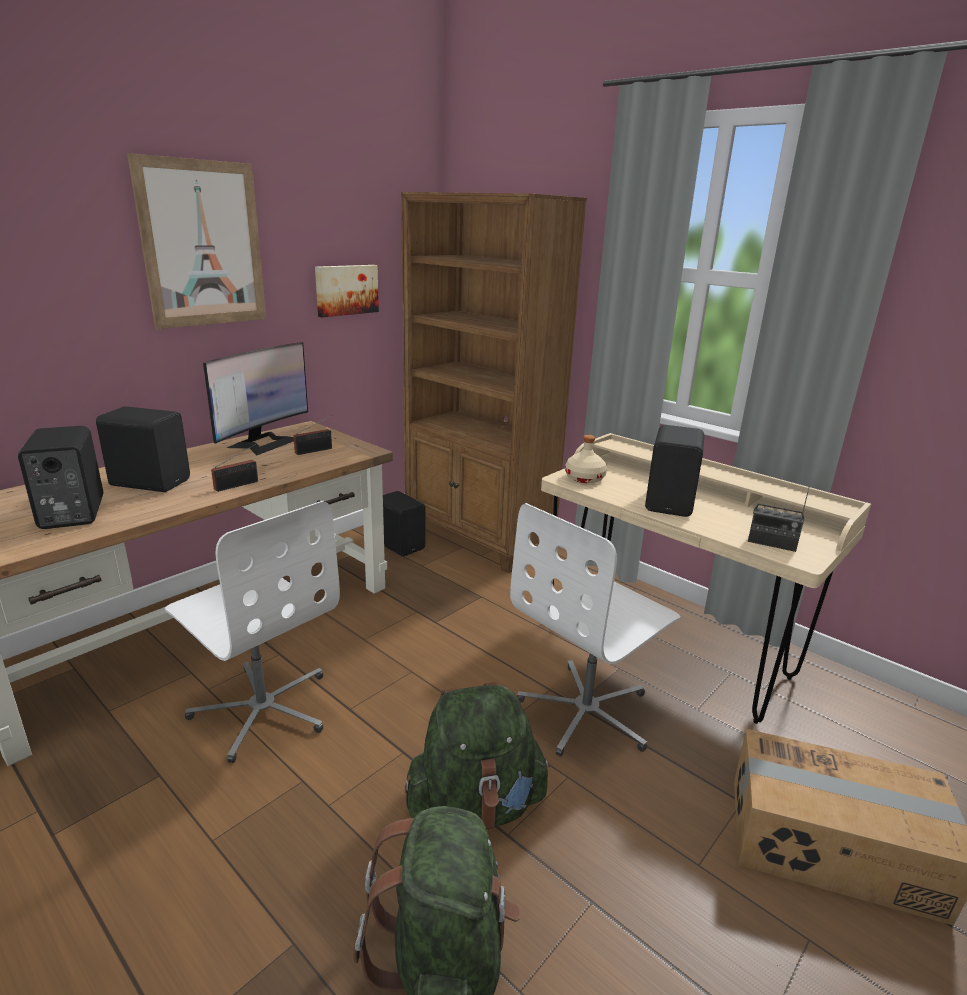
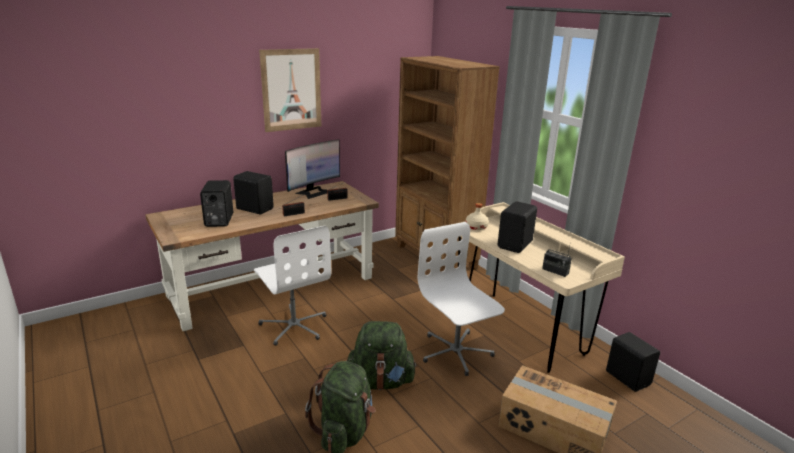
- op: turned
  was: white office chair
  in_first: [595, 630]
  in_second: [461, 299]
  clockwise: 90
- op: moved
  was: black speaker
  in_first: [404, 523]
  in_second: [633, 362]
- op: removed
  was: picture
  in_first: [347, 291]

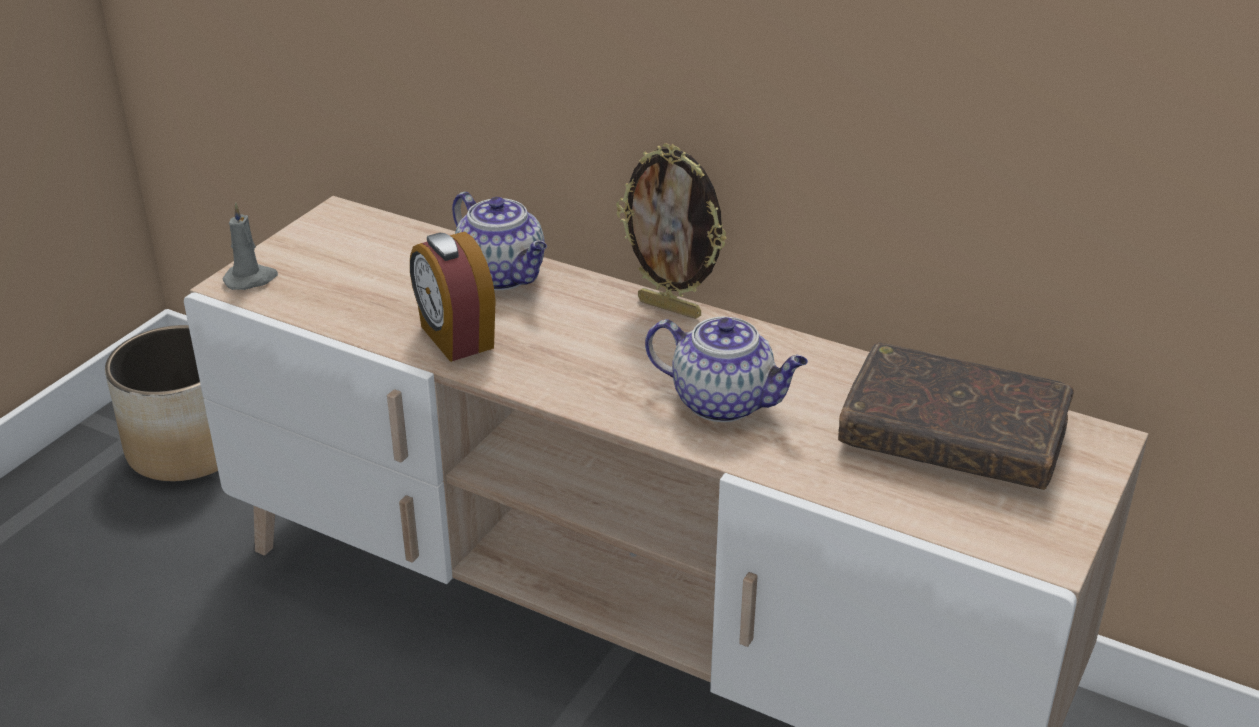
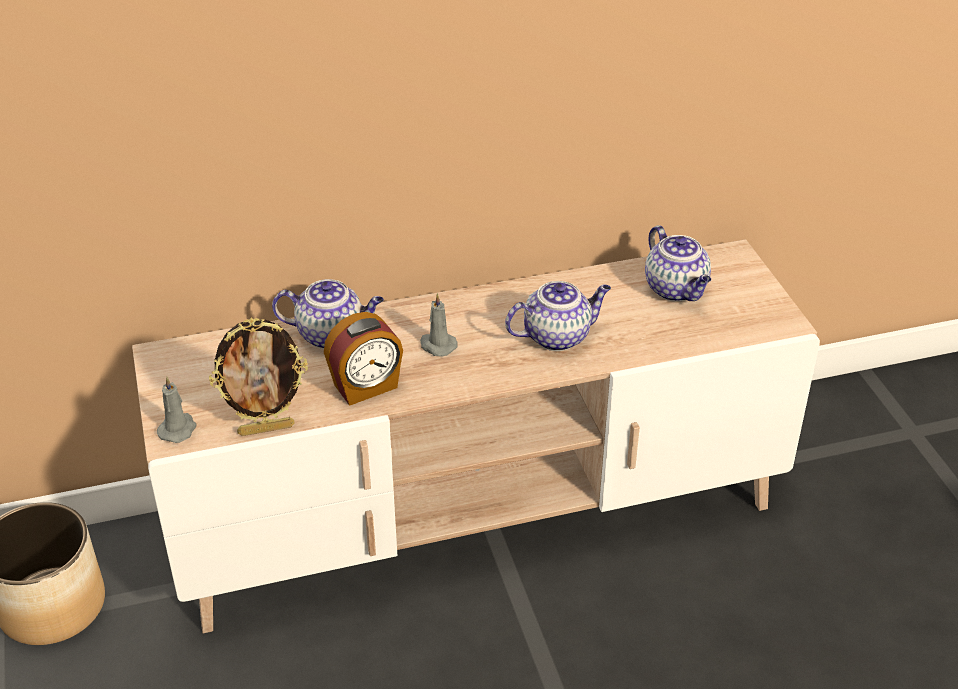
- op: moved
  was: picture frame
  in_first: [671, 231]
  in_second: [258, 377]
- op: turned
  was: alarm clock
  in_first: [453, 296]
  in_second: [363, 359]
  clockwise: -45
- op: added
  now: grey candle
  in_second: [439, 324]
- op: replaced
  was: brown book
  now: teapot
  in_first: [956, 416]
  in_second: [678, 263]

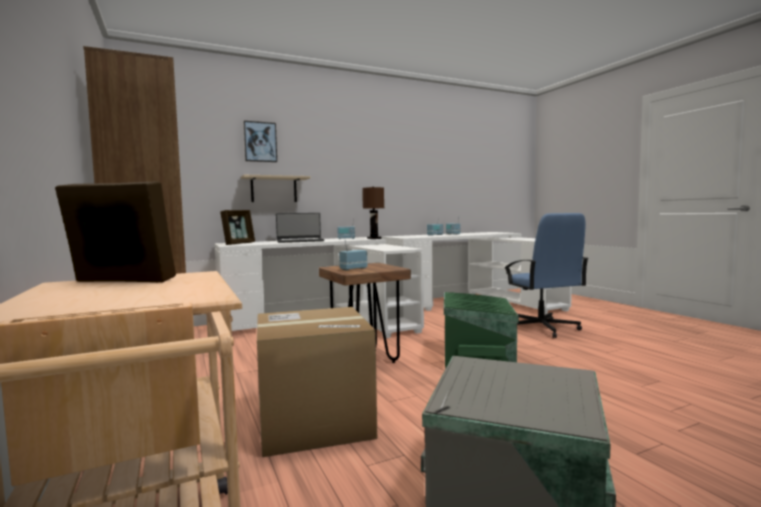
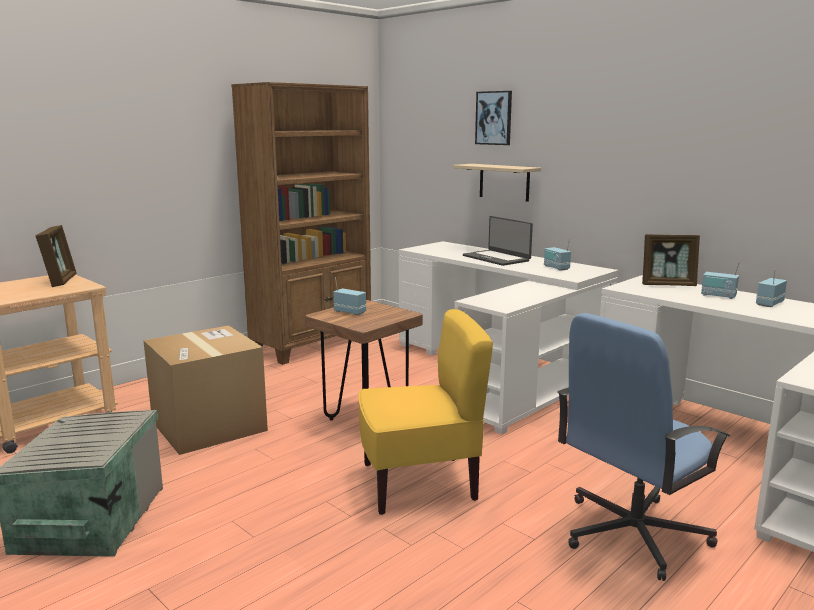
- op: replaced
  was: green storage box
  now: yellow chair
  in_first: [481, 330]
  in_second: [425, 412]
- op: moved
  was: picture frame
  in_first: [237, 227]
  in_second: [671, 260]
- op: removed
  was: brown table lamp
  in_first: [373, 213]

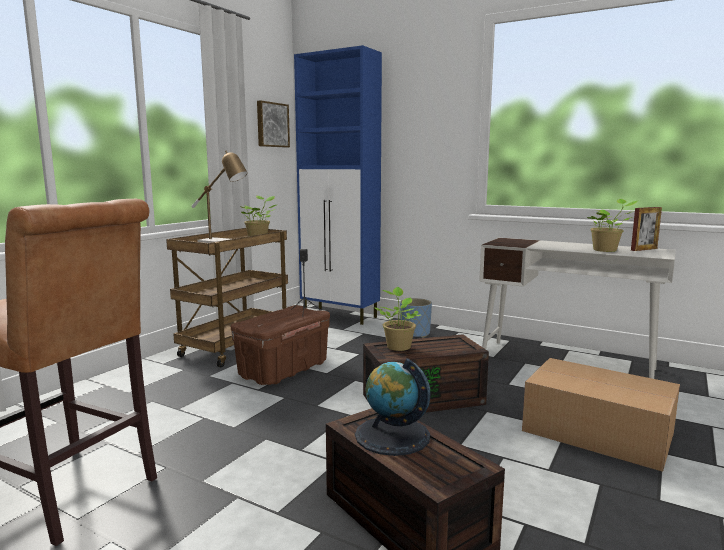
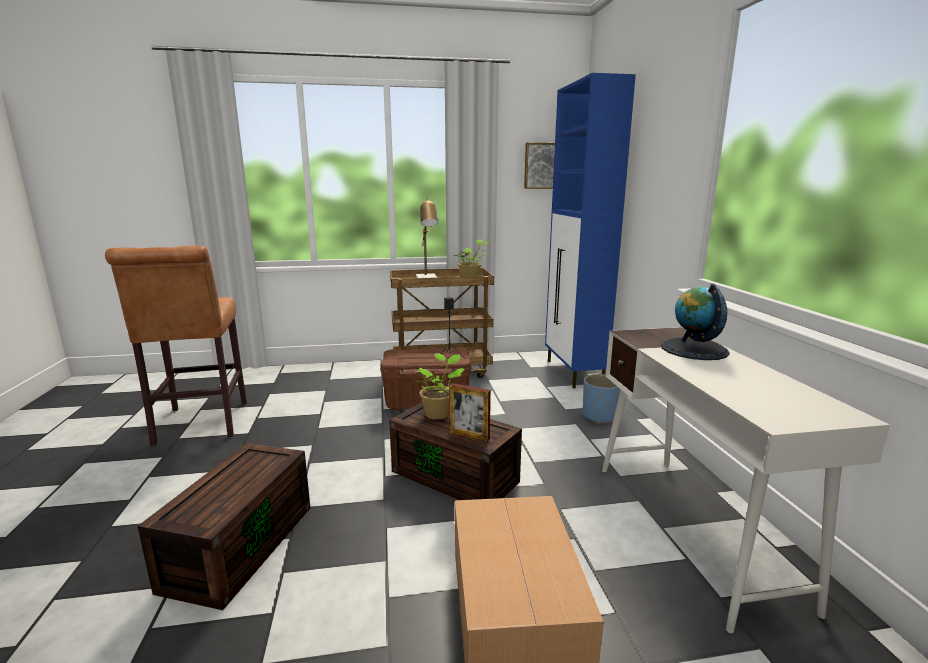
- op: moved
  was: picture frame
  in_first: [646, 229]
  in_second: [470, 412]
- op: moved
  was: globe
  in_first: [393, 407]
  in_second: [695, 322]
- op: removed
  was: potted plant
  in_first: [613, 225]

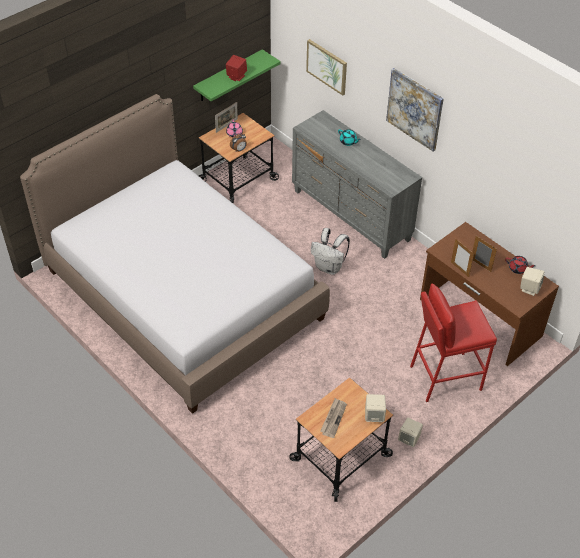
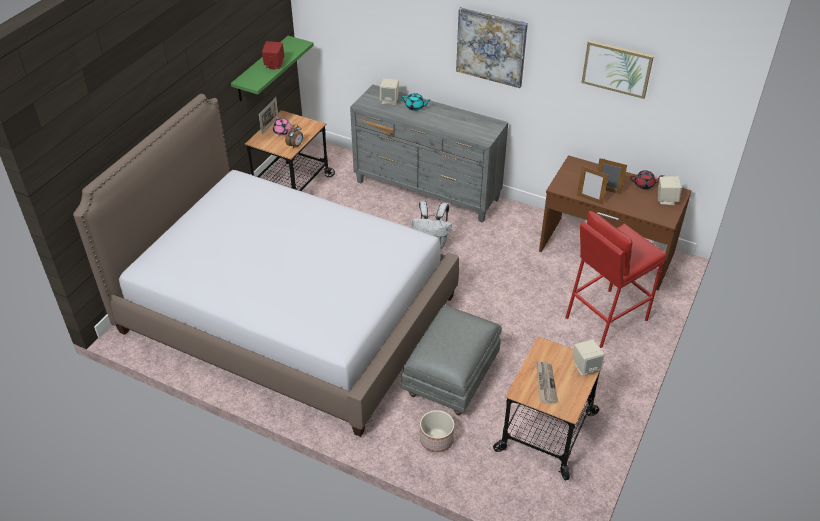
- op: moved
  was: beige speaker
  in_first: [410, 432]
  in_second: [389, 92]
- op: added
  now: grey ottoman
  in_second: [451, 360]
- op: added
  now: planter
  in_second: [437, 431]
- op: moved
  was: picture
  in_first: [326, 67]
  in_second: [618, 69]

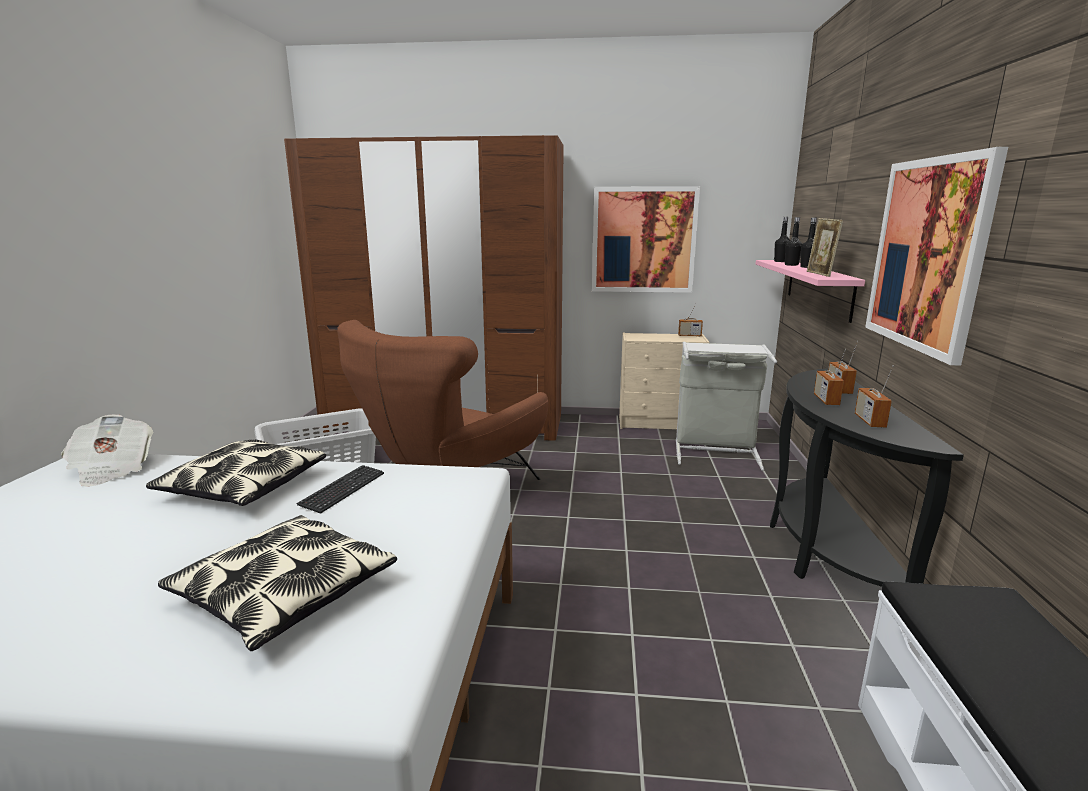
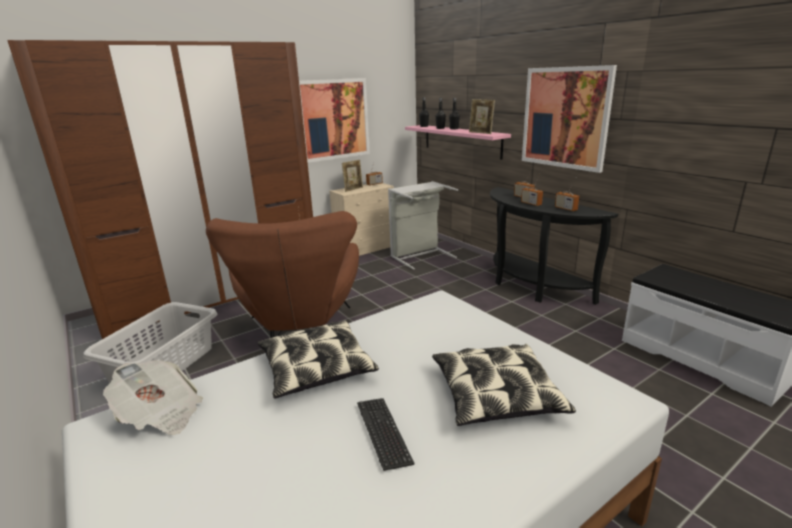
- op: added
  now: picture frame
  in_second: [352, 176]
- op: moved
  was: keyboard
  in_first: [340, 489]
  in_second: [385, 434]

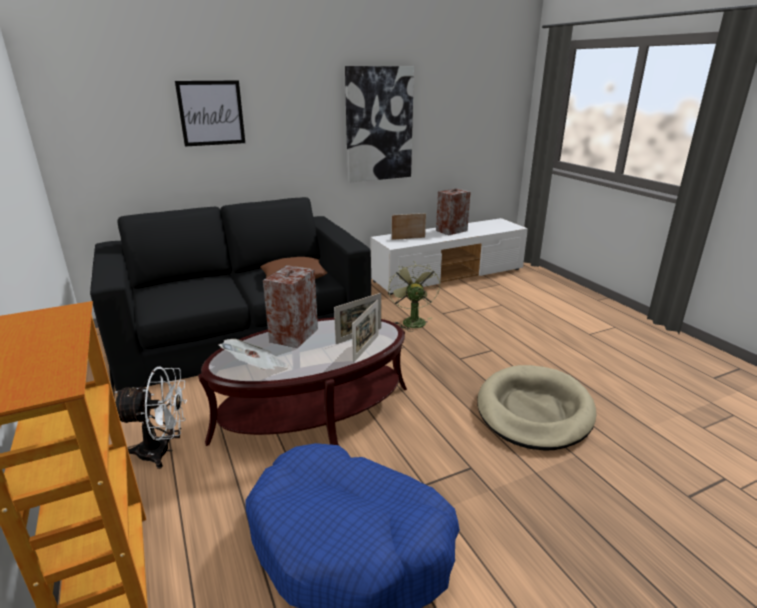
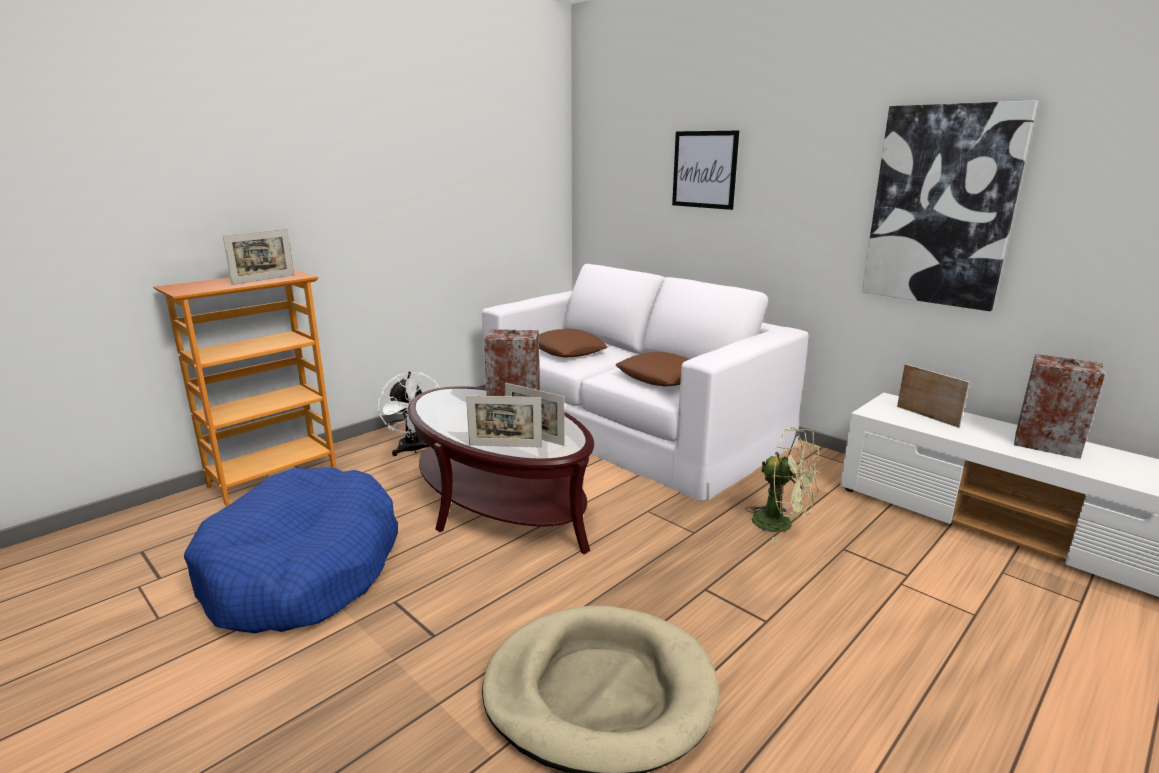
- op: added
  now: picture frame
  in_second: [258, 257]
- op: recoloured
  was: black sofa
  now: white sofa
  in_first: [230, 294]
  in_second: [645, 382]
- op: added
  now: brown pillow
  in_second: [573, 343]
- op: turned
  was: green fan
  in_first: [414, 296]
  in_second: [783, 484]
  clockwise: 60
- op: removed
  was: newspaper
  in_first: [253, 354]

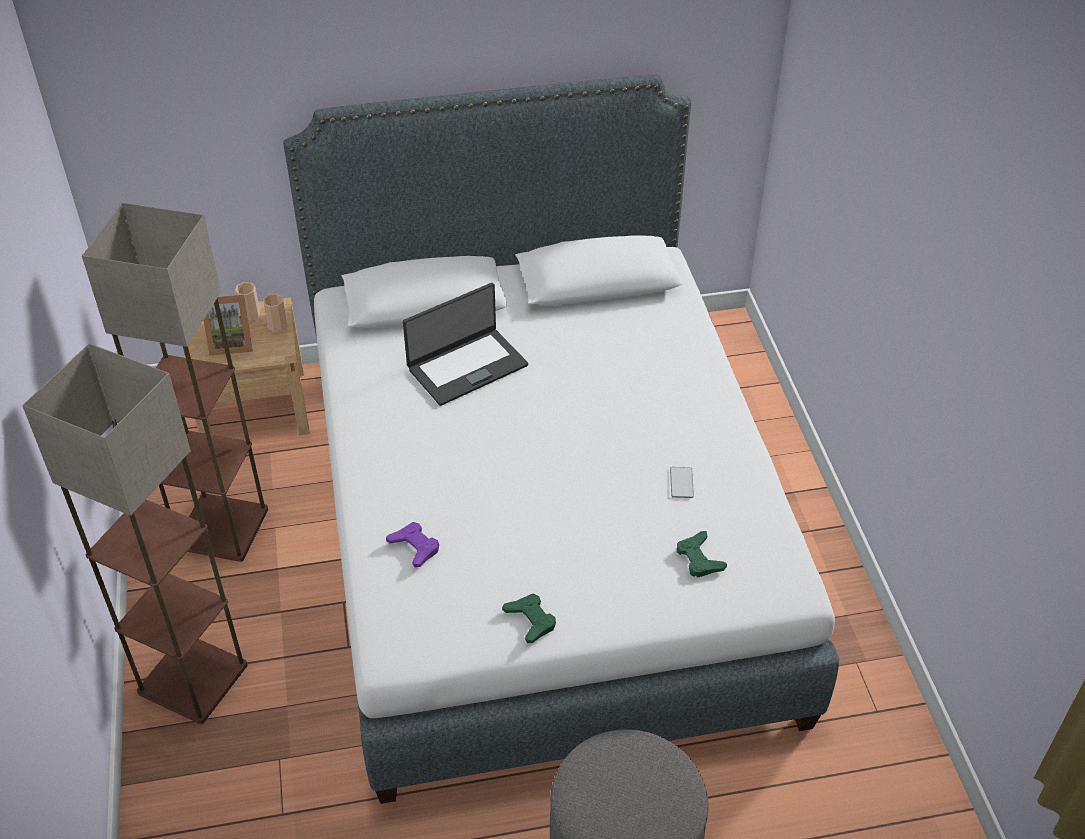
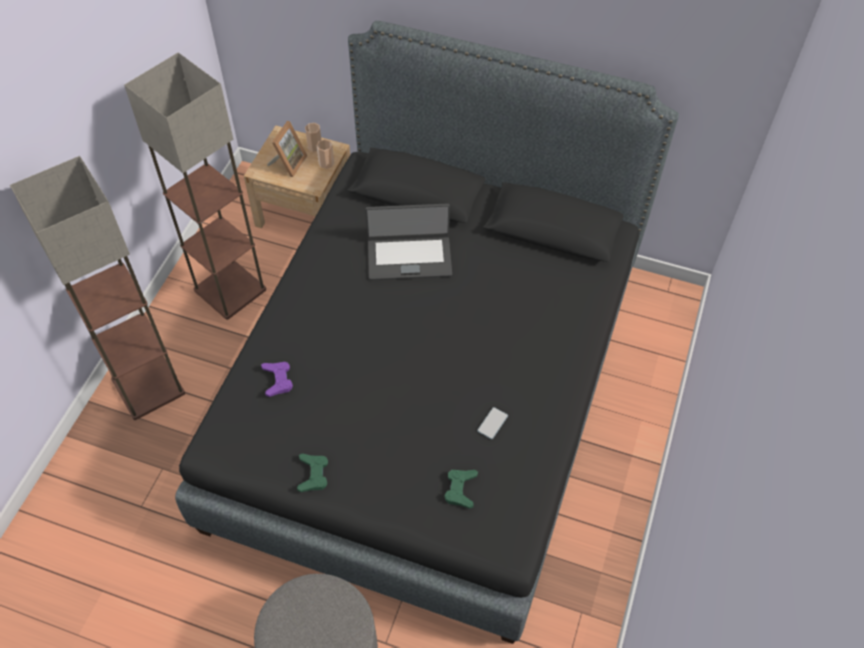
- op: recoloured
  was: white bed
  now: black bed
  in_first: [561, 439]
  in_second: [427, 332]
- op: turned
  was: picture frame
  in_first: [227, 325]
  in_second: [287, 149]
  clockwise: -90

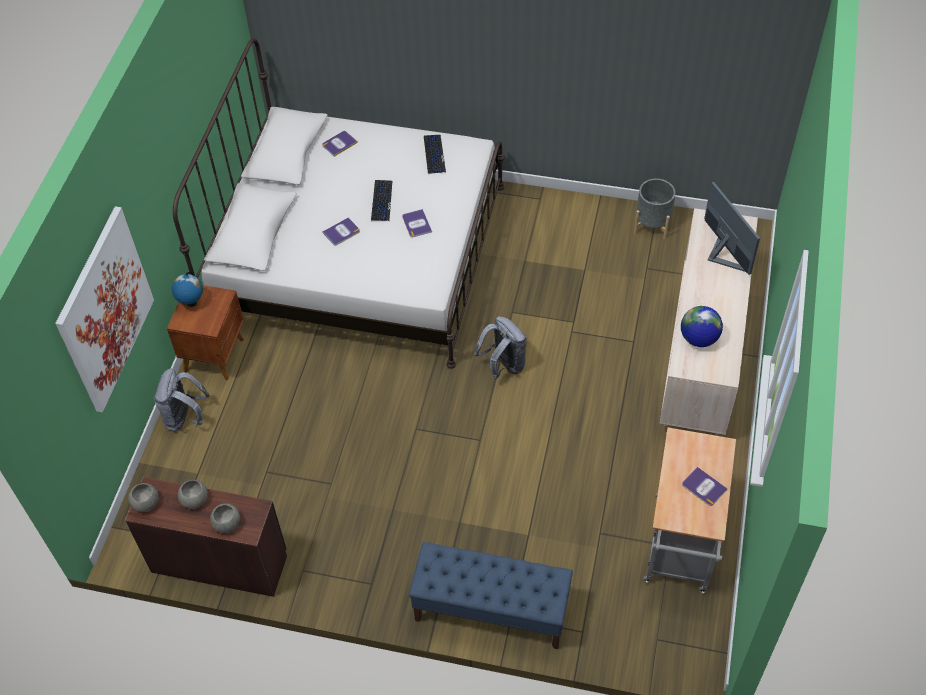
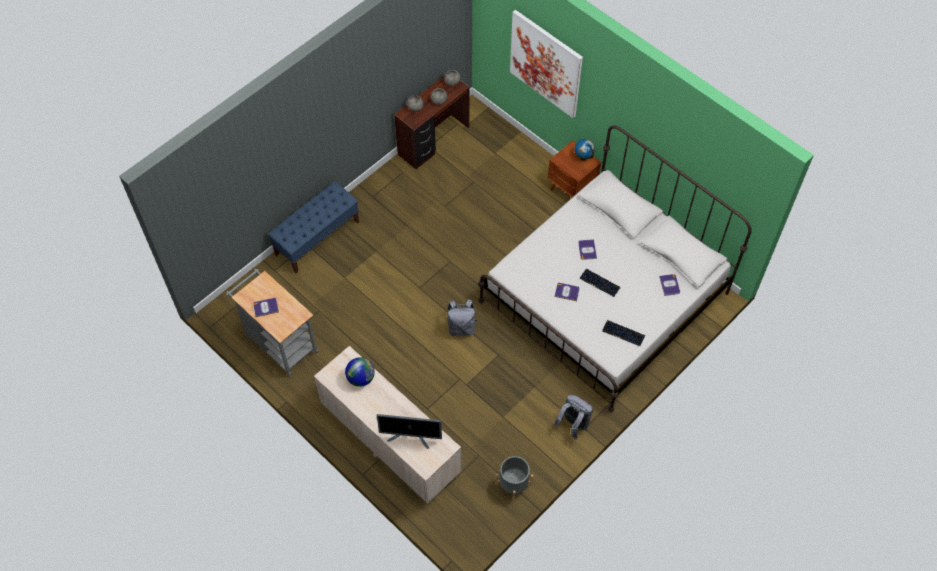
- op: moved
  was: grey backpack
  in_first: [181, 400]
  in_second: [573, 417]

